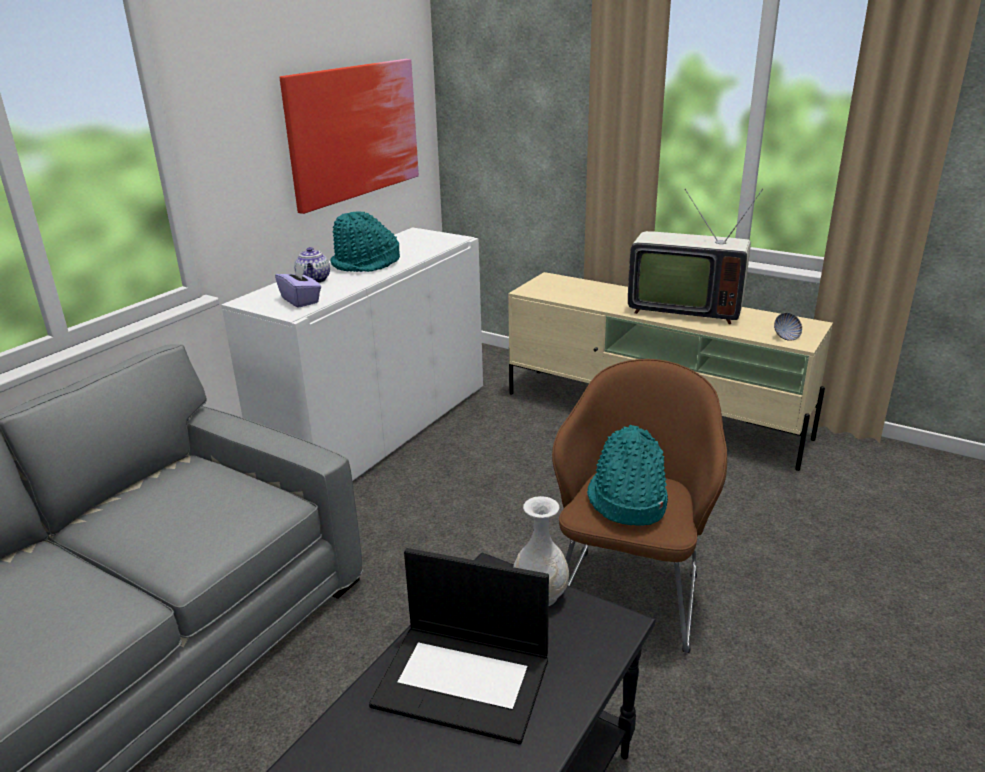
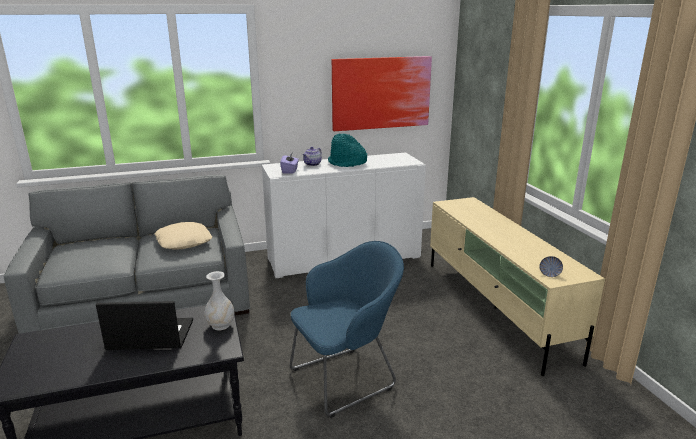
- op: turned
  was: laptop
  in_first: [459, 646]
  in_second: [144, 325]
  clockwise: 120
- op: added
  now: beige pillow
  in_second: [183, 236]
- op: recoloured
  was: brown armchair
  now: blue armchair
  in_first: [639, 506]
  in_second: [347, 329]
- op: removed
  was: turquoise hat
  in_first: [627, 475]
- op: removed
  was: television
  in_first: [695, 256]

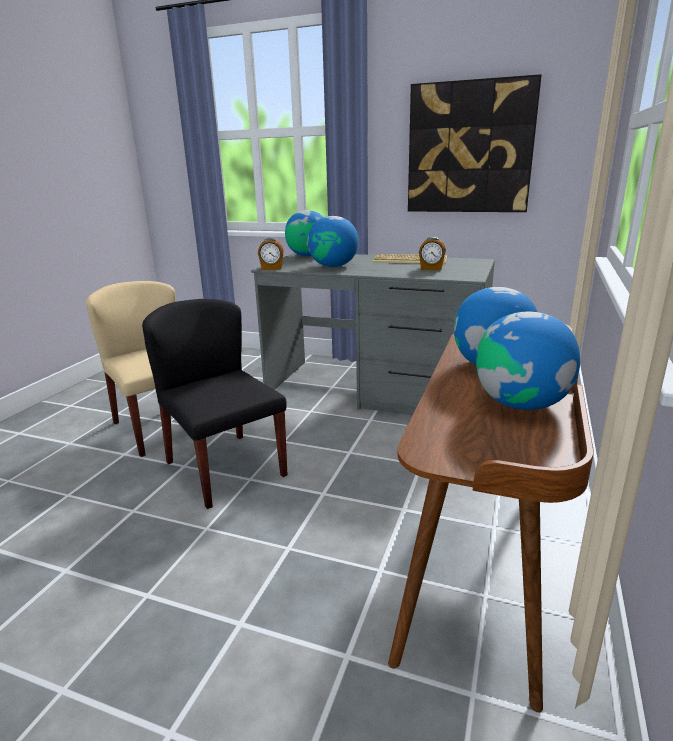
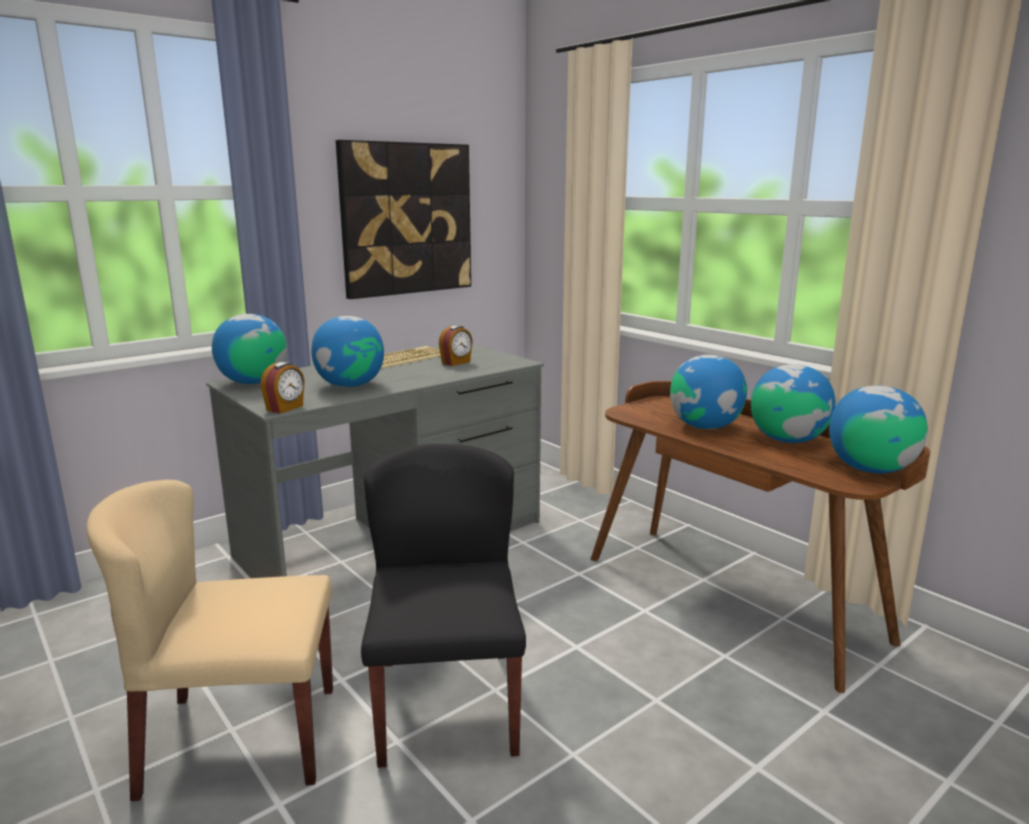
- op: turned
  was: black chair
  in_first: [214, 404]
  in_second: [443, 606]
  clockwise: 90
- op: added
  now: globe
  in_second: [878, 429]

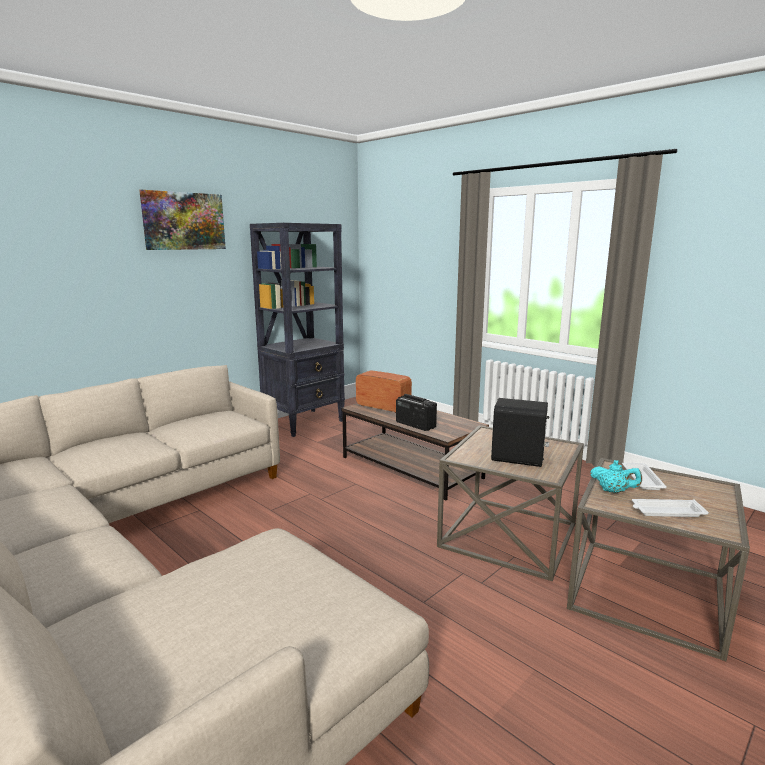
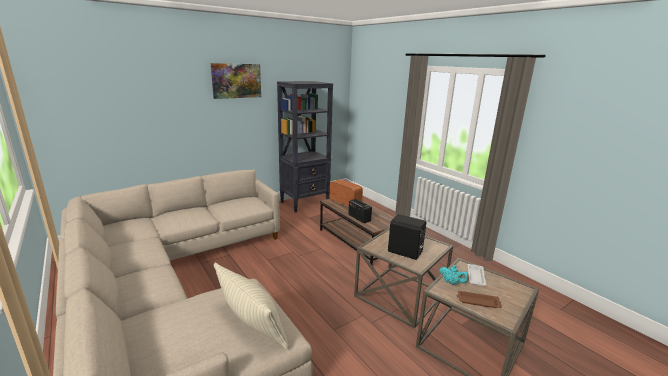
- op: added
  now: beige pillow
  in_second: [251, 306]
- op: recoloured
  was: white tray
  now: brown tray
  in_first: [670, 508]
  in_second: [479, 299]

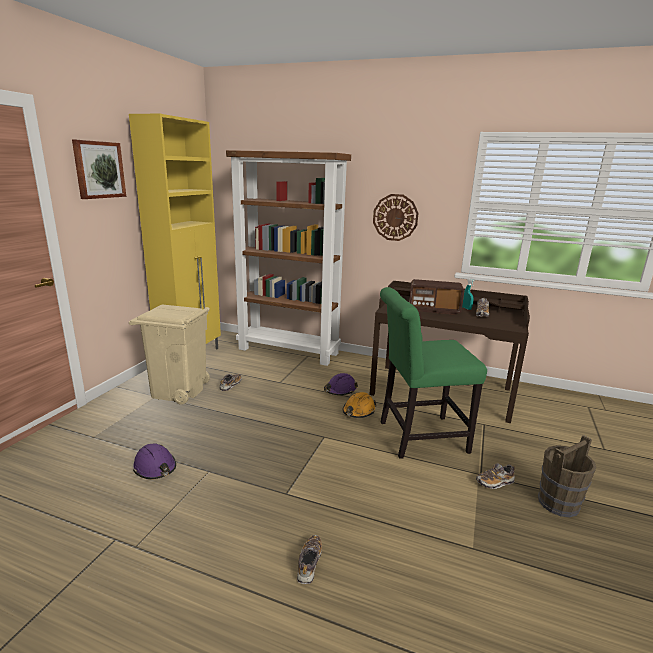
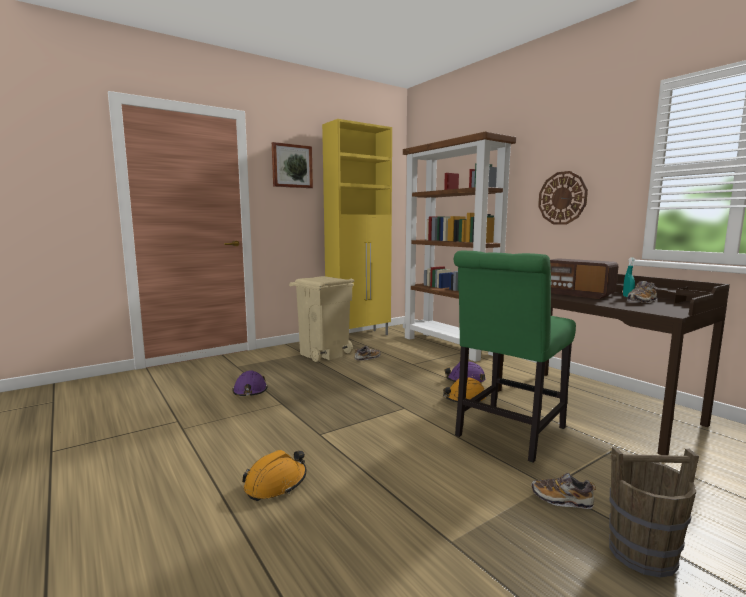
- op: replaced
  was: shoe
  now: orange hard hat
  in_first: [309, 559]
  in_second: [274, 475]
- op: turned
  was: green chair
  in_first: [433, 373]
  in_second: [515, 357]
  clockwise: -75

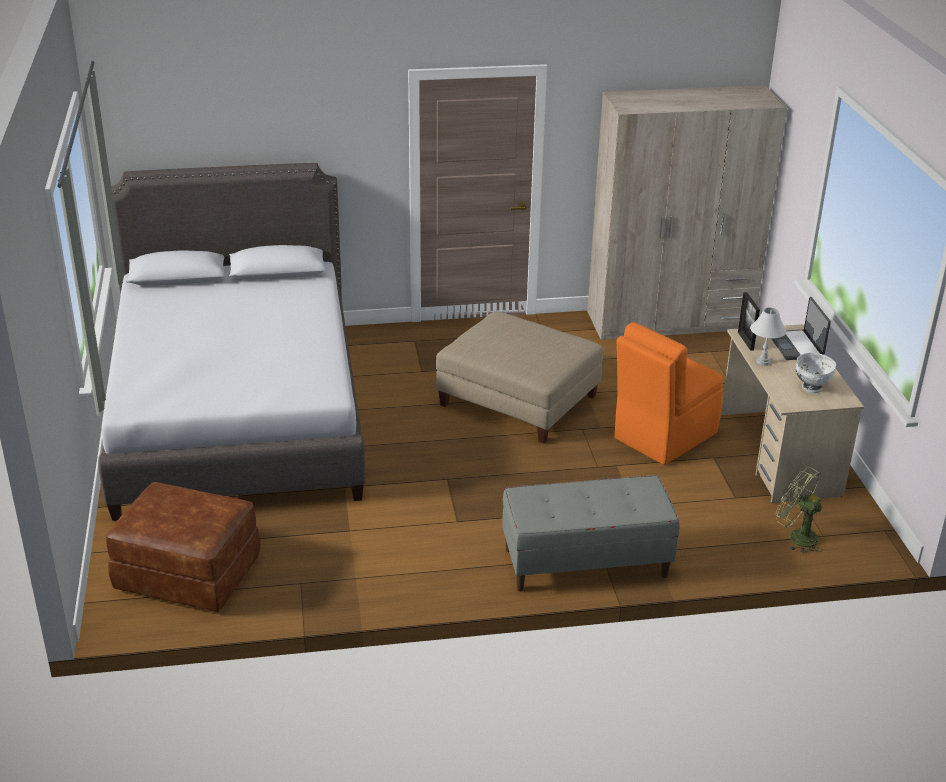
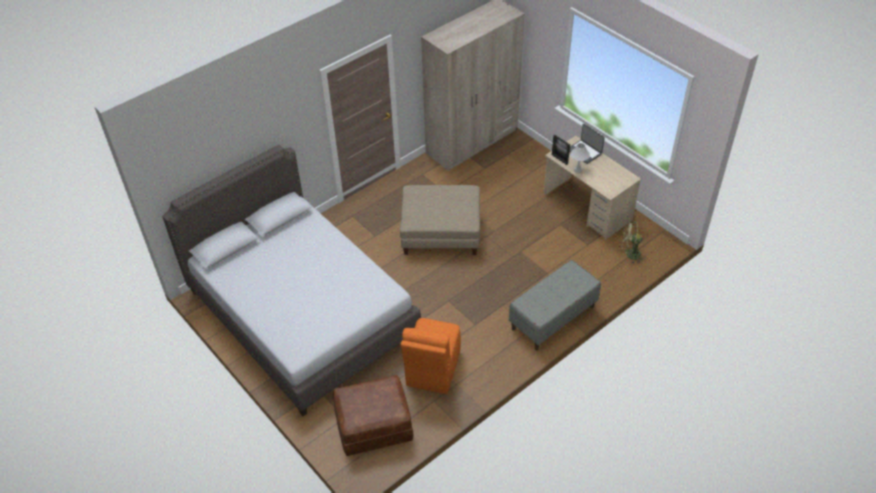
- op: moved
  was: orange chair
  in_first: [669, 393]
  in_second: [431, 356]
- op: removed
  was: white bowl
  in_first: [815, 373]

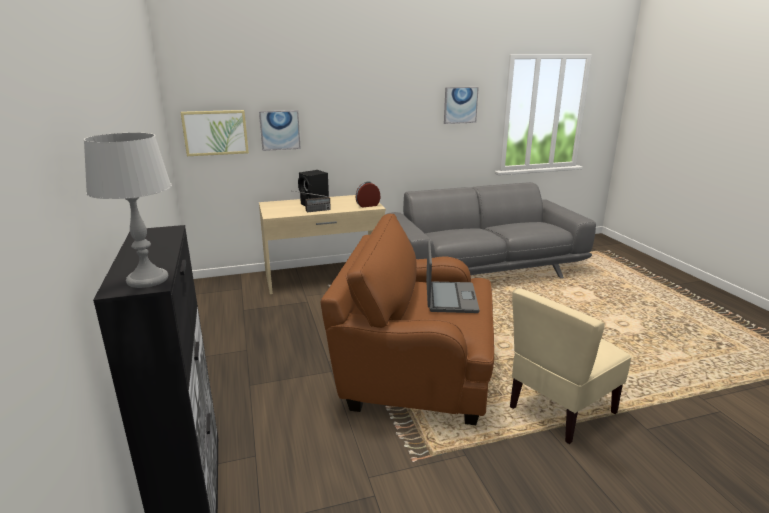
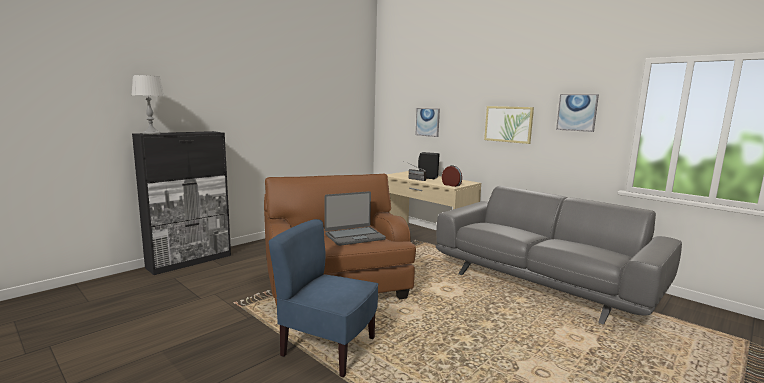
- op: recoloured
  was: beige chair
  now: blue chair
  in_first: [571, 366]
  in_second: [323, 298]
- op: moved
  was: picture
  in_first: [214, 133]
  in_second: [509, 125]

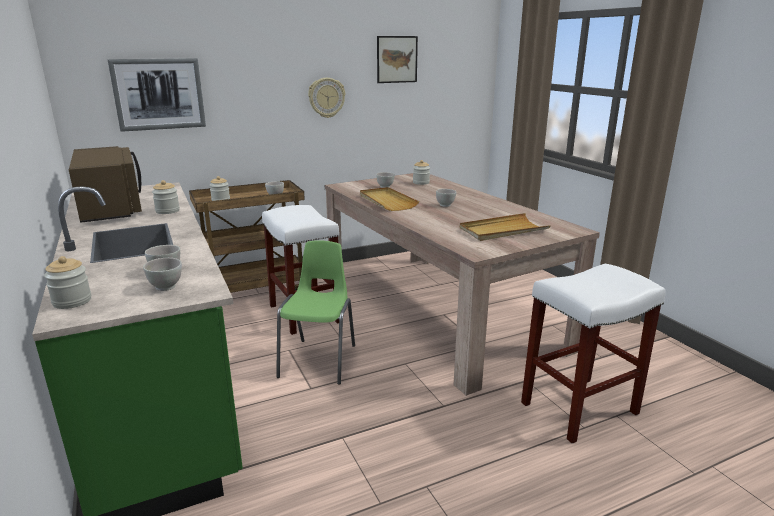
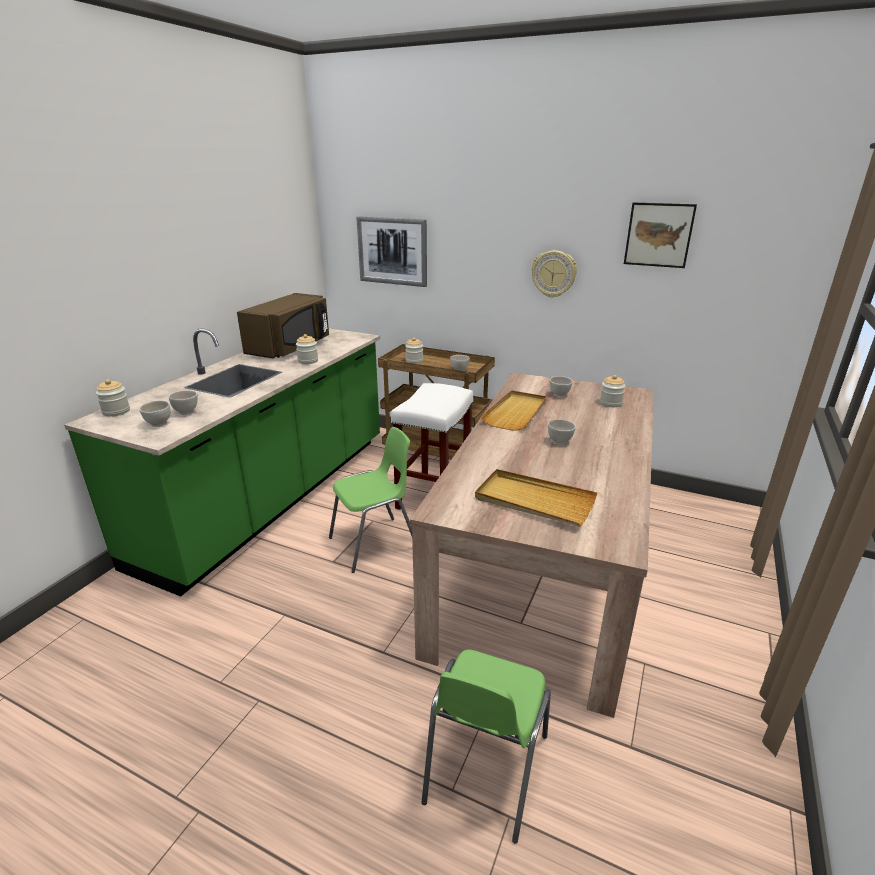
- op: replaced
  was: white stool
  now: green chair
  in_first: [593, 354]
  in_second: [486, 746]

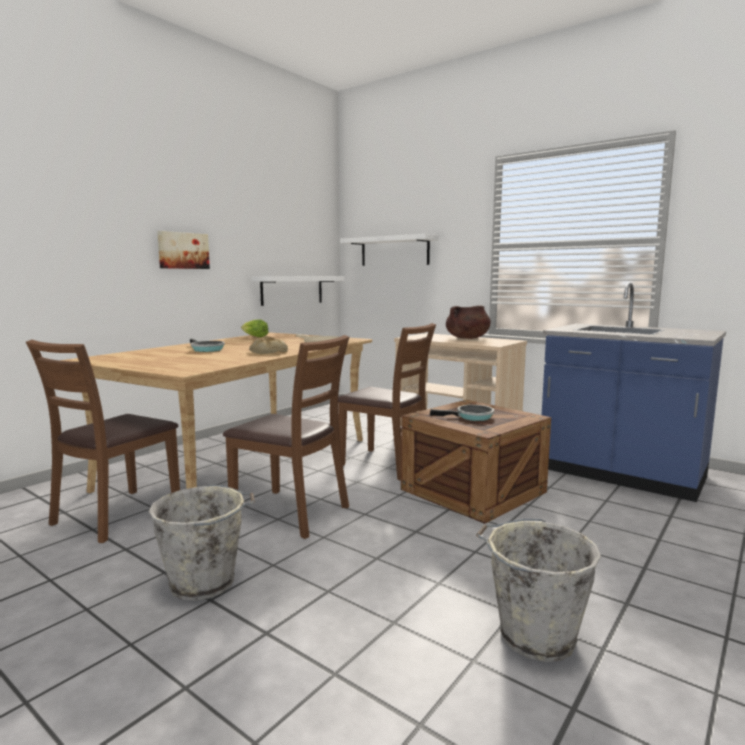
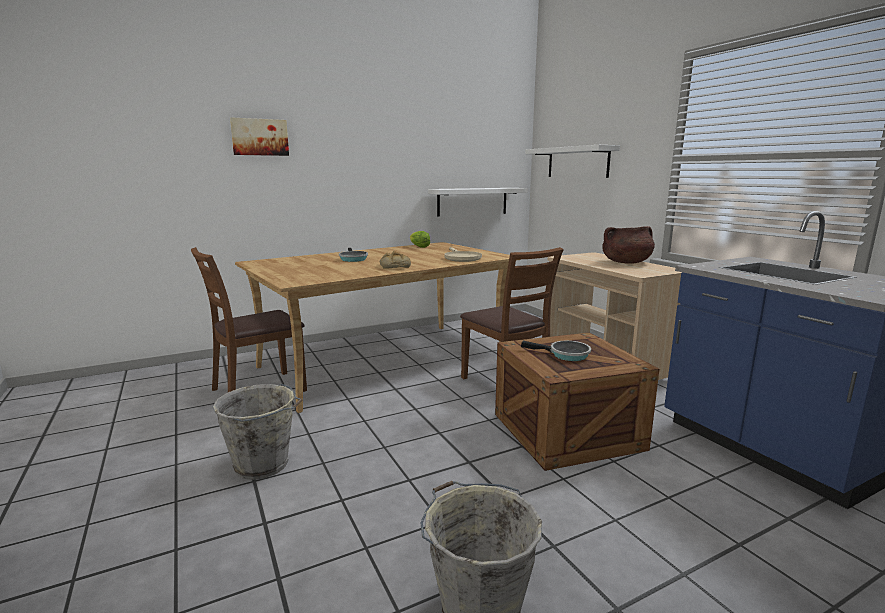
- op: moved
  was: picture
  in_first: [183, 250]
  in_second: [259, 136]
- op: removed
  was: brown chair
  in_first: [286, 437]

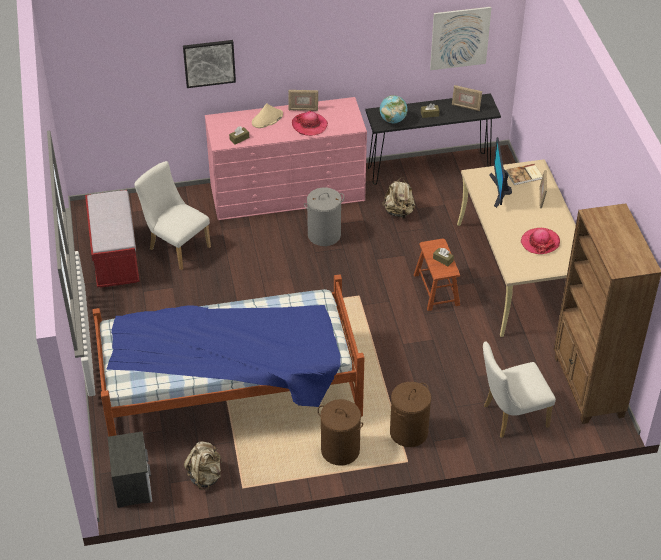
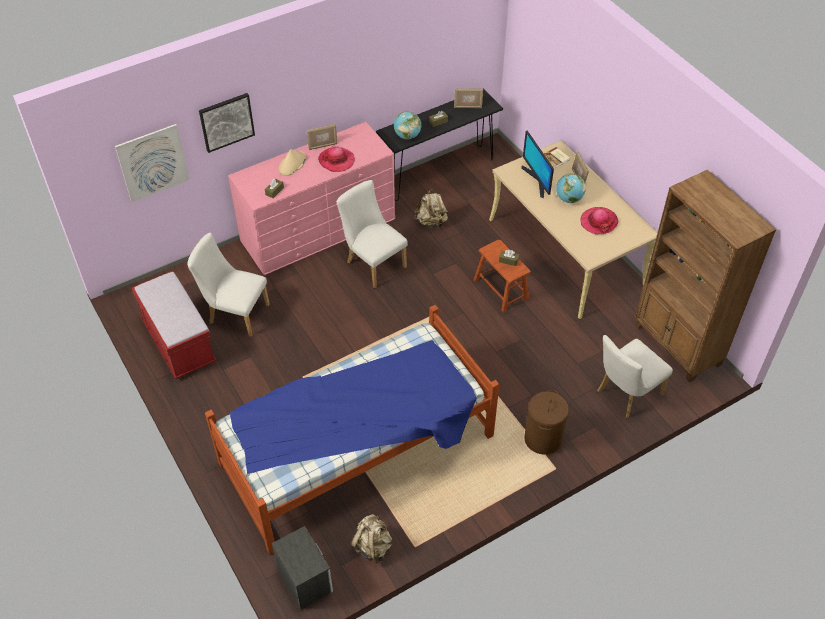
- op: moved
  was: picture
  in_first: [461, 38]
  in_second: [152, 163]
- op: replaced
  was: grey laundry basket
  now: white chair
  in_first: [324, 217]
  in_second: [372, 234]
- op: added
  now: globe
  in_second: [571, 188]
- op: removed
  was: brown laundry basket
  in_first: [340, 432]

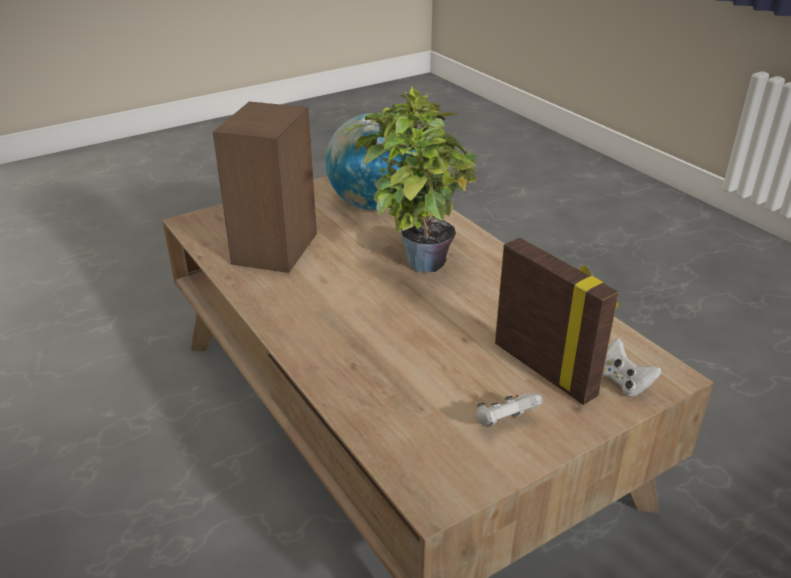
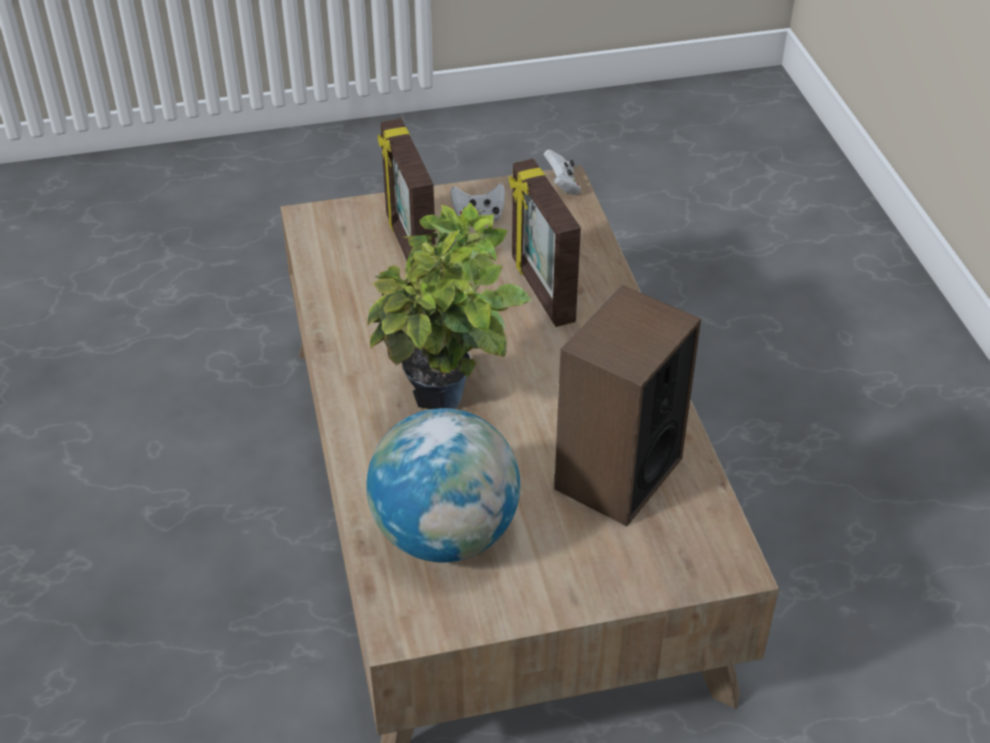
- op: added
  now: picture frame
  in_second: [545, 243]
- op: moved
  was: white game controller
  in_first: [631, 367]
  in_second: [562, 172]

